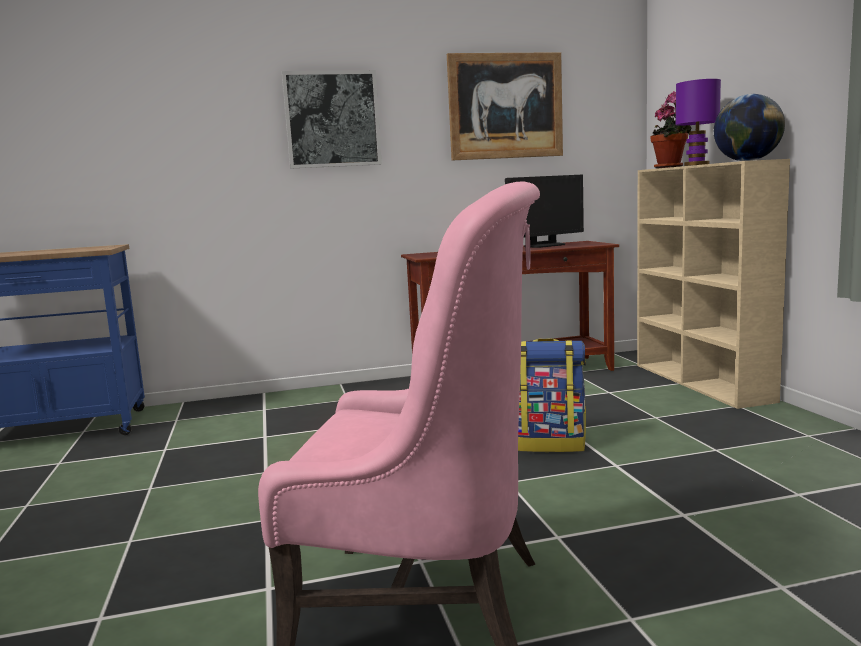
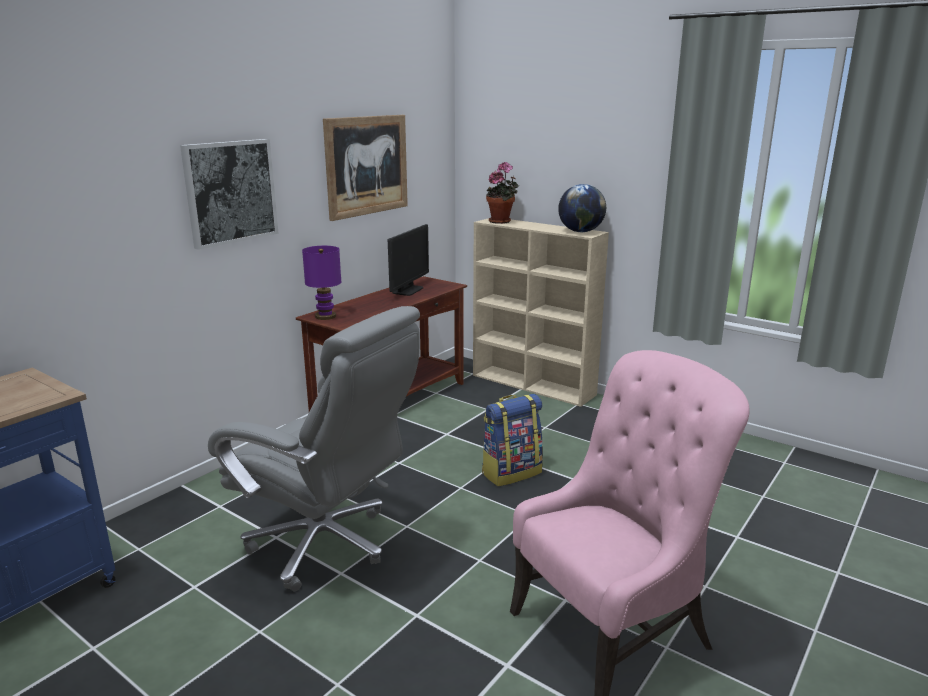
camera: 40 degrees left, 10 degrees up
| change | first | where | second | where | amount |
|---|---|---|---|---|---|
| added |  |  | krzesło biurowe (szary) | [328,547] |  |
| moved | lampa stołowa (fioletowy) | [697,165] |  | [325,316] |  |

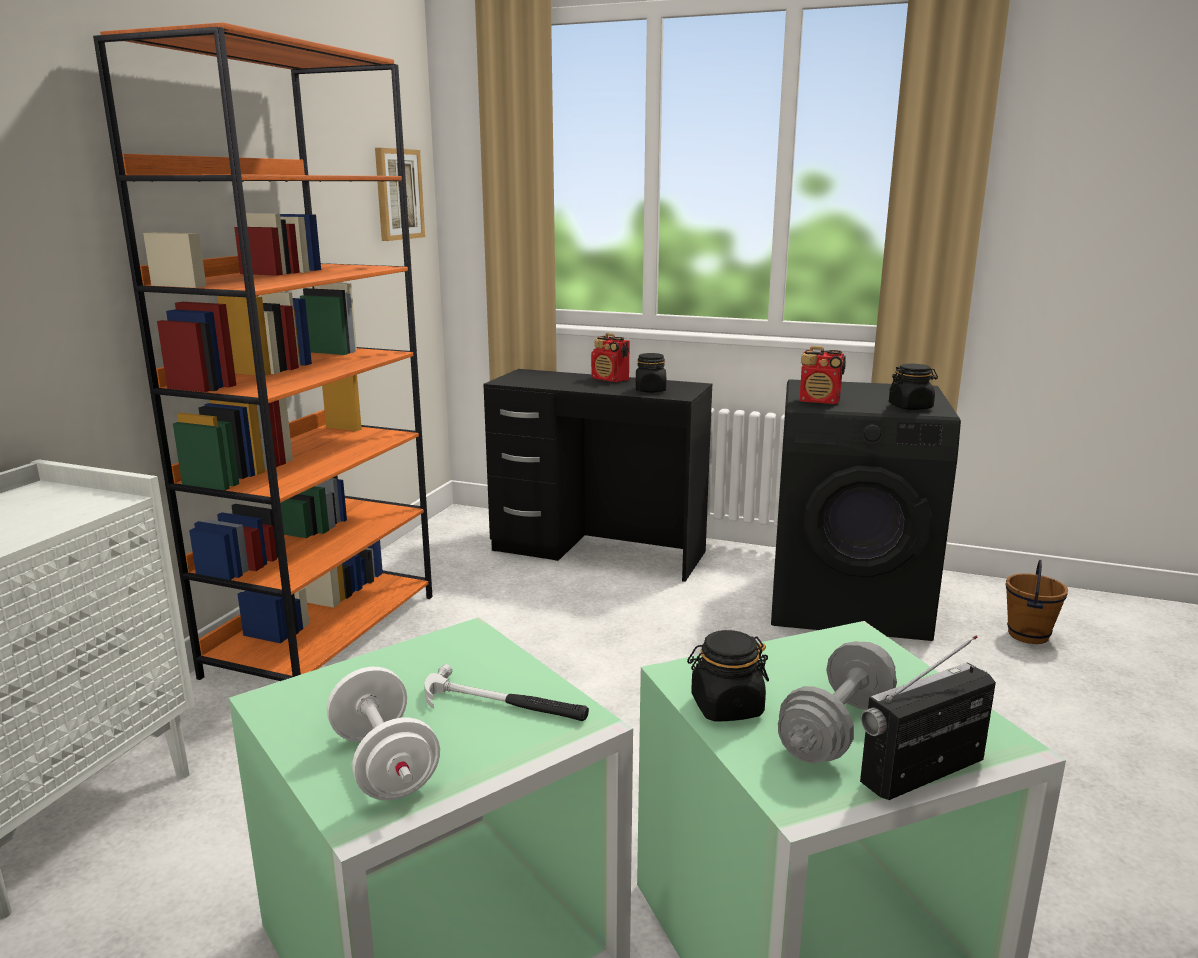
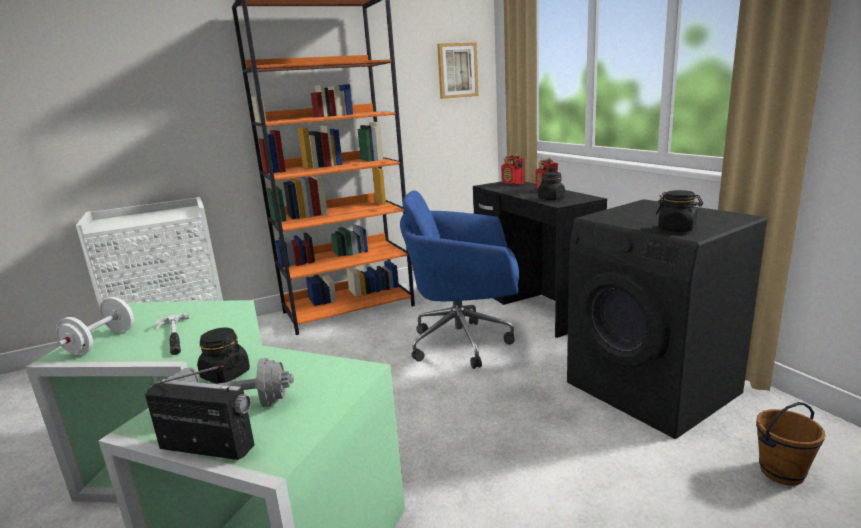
camera: 45 degrees right, 0 degrees up
| change | first | where | second | where | amount |
|---|---|---|---|---|---|
| added |  |  | krzesło biurowe (niebieski) | [465,344] |  |
| moved | radio | [819,401] |  | [513,183] |  |

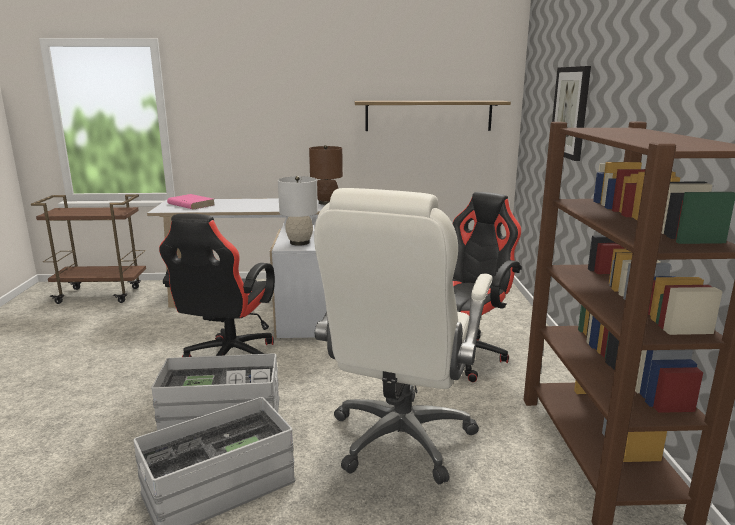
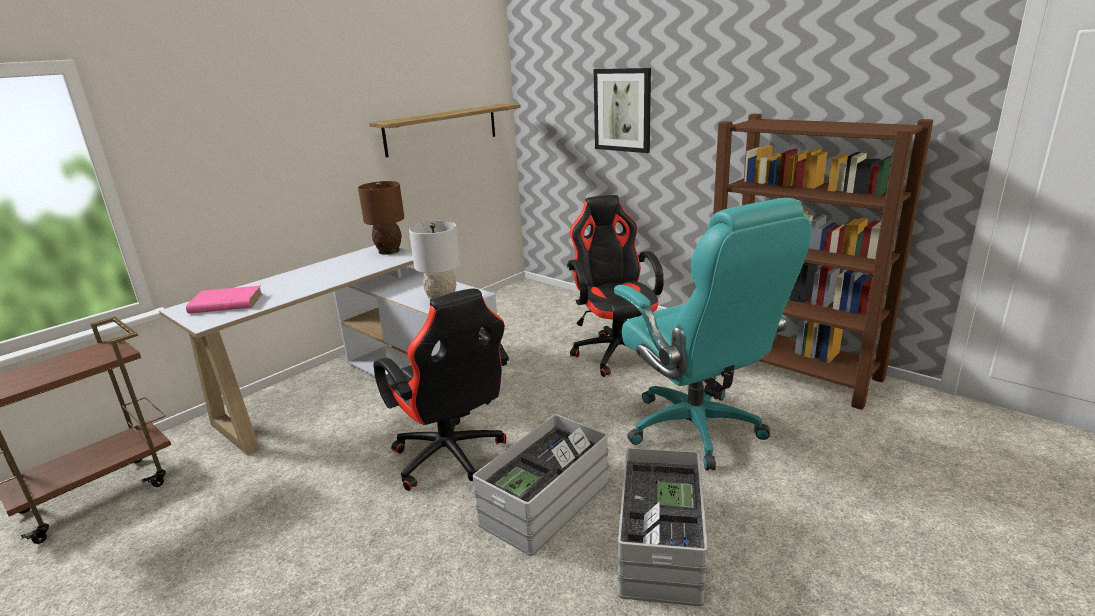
camera: 45 degrees left, 5 degrees up
| change | first | where | second | where | amount |
|---|---|---|---|---|---|
| recoloured | krzesło biurowe (biały) | [400,440] | krzesło biurowe (turkusowy) | [696,430] |  |

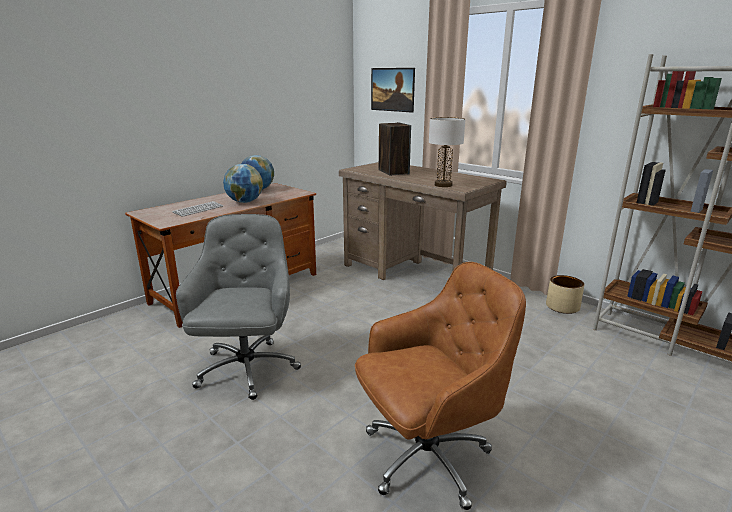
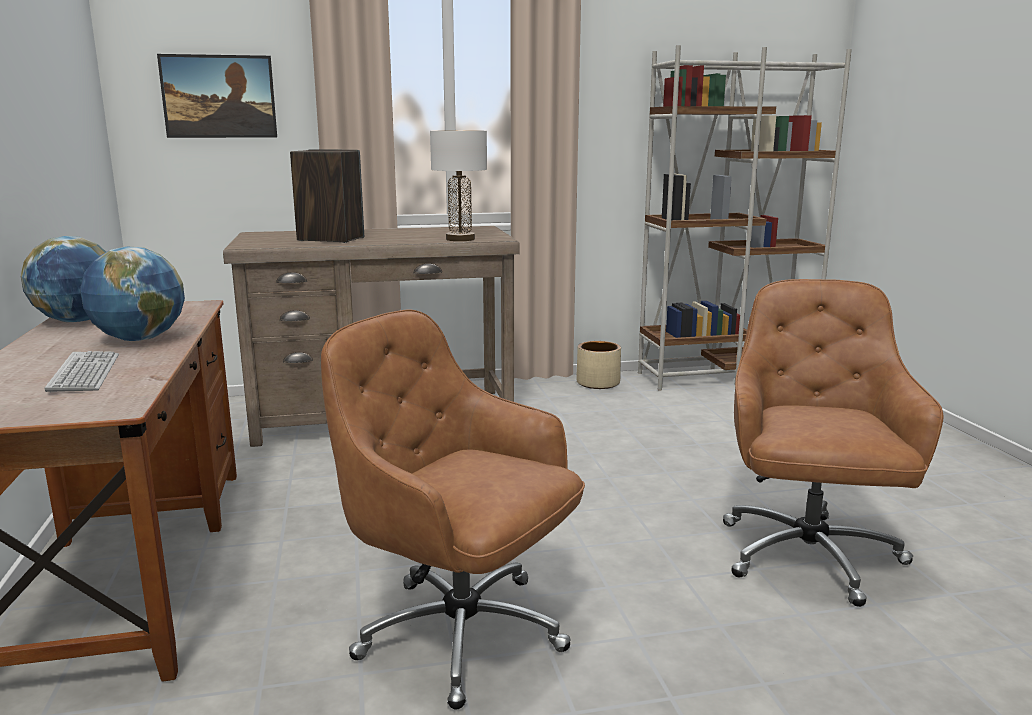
camera: 55 degrees left, 5 degrees down
| change | first | where | second | where | amount |
|---|---|---|---|---|---|
| recoloured | krzesło biurowe (szary) | [248,369] | krzesło biurowe (brązowy) | [462,631] |  |

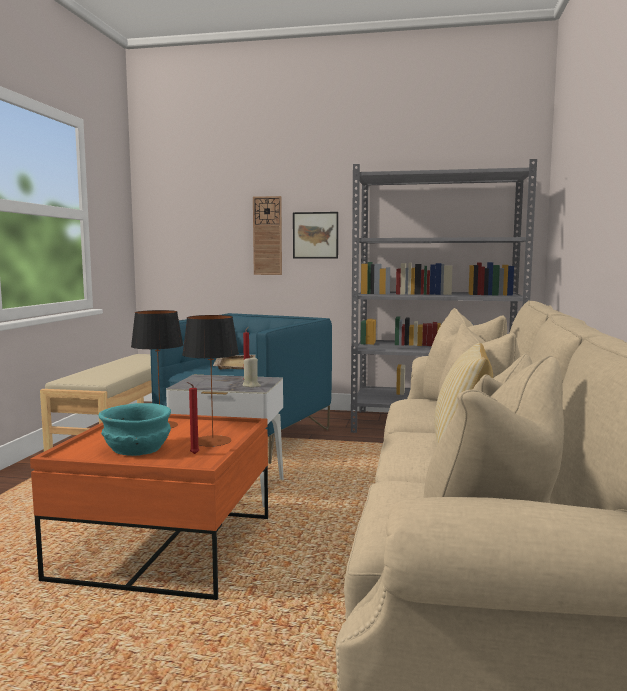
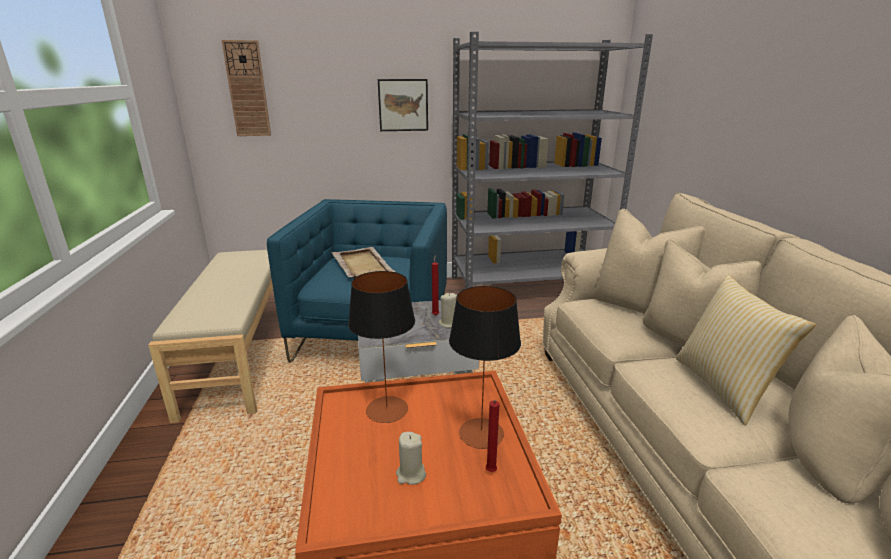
camera: 20 degrees left, 15 degrees up
| change | first | where | second | where | amount |
|---|---|---|---|---|---|
| moved | zegar ścienny | [267,236] |  | [247,89] |  |
| replaced | miska (turkusowy) | [138,448] | świeca (beżowy) | [411,474] |  |

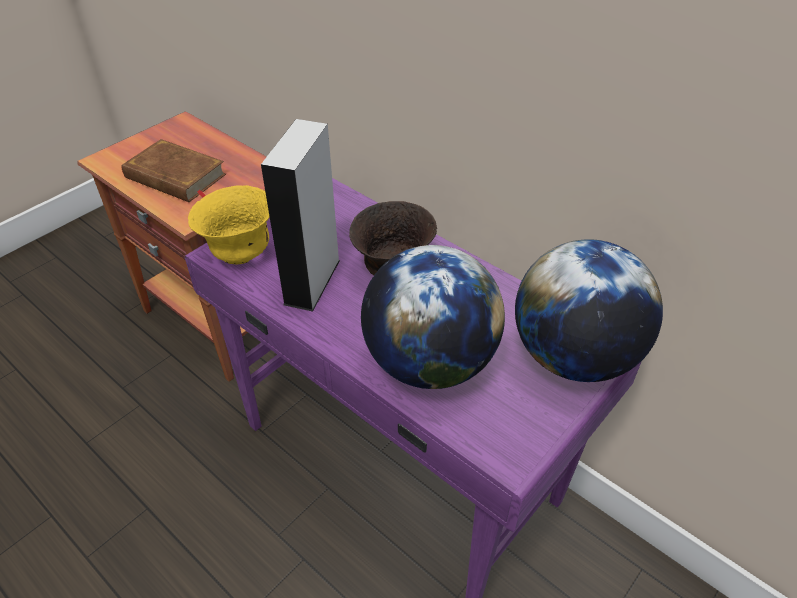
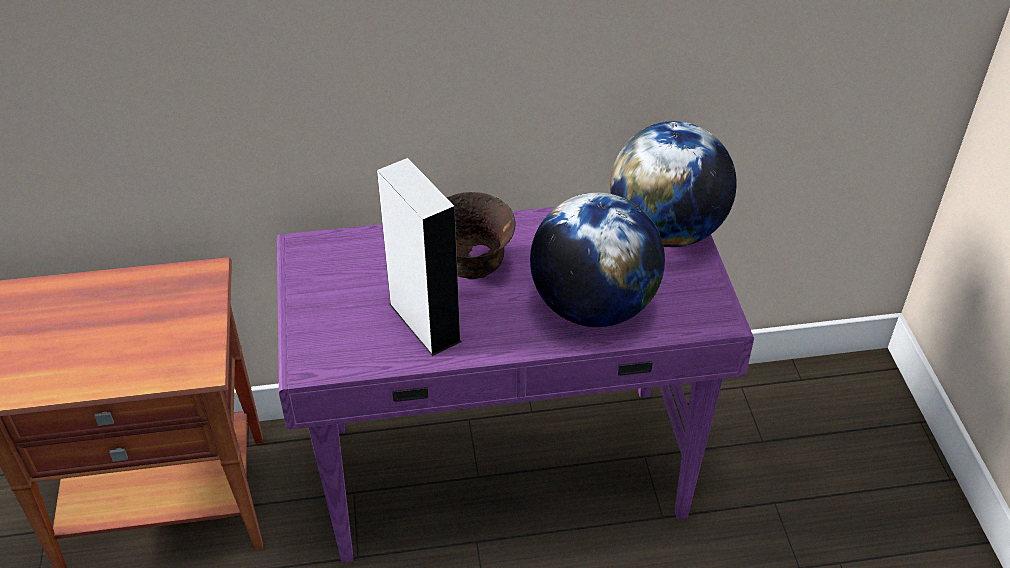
camera: 50 degrees left, 0 degrees up
| change | first | where | second | where | amount |
|---|---|---|---|---|---|
| removed | książka (brązowy) | [175,177] |  |  |  |
| removed | miska (żółty) | [240,254] |  |  |  |

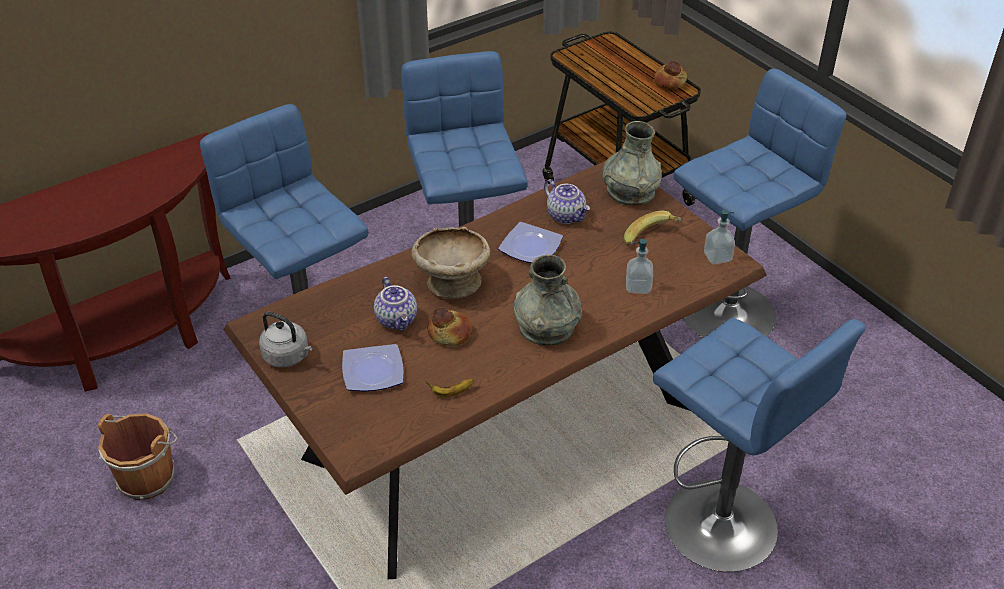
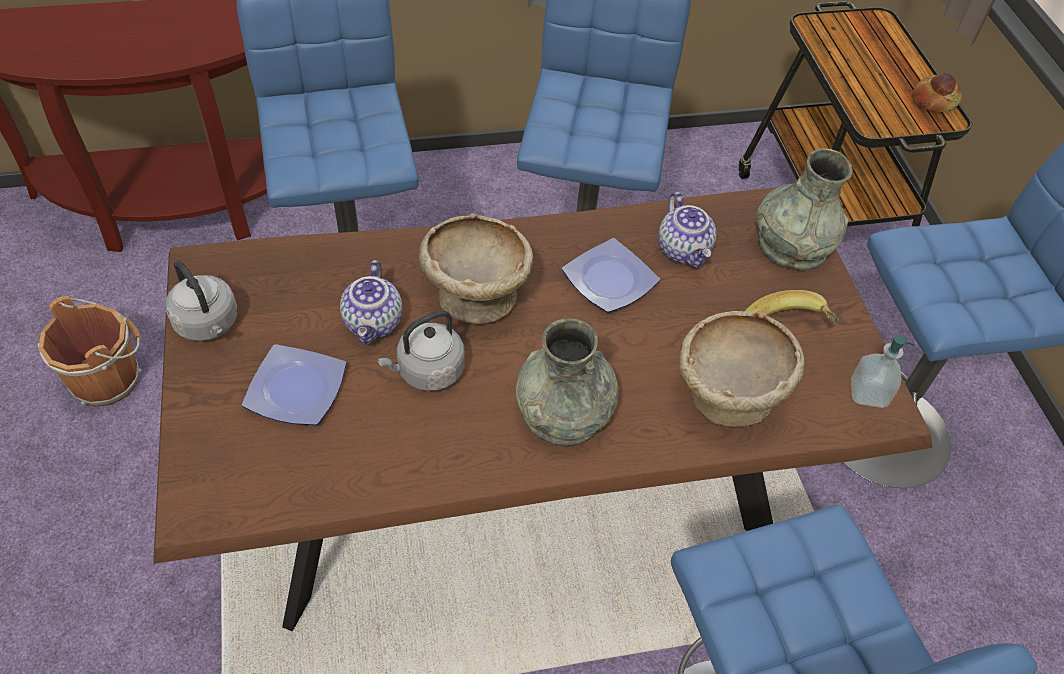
camera: 20 degrees right, 10 degrees up
| change | first | where | second | where | amount |
|---|---|---|---|---|---|
| removed | banan | [451,393] |  |  |  |
| replaced | chleb | [449,334] | czajnik (szary) | [427,371] |  |
| replaced | dozownik mydła | [638,287] | miska (beżowy) | [726,397] |  |

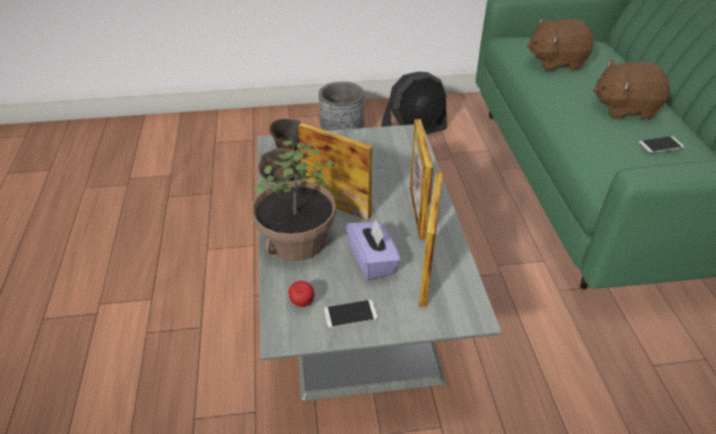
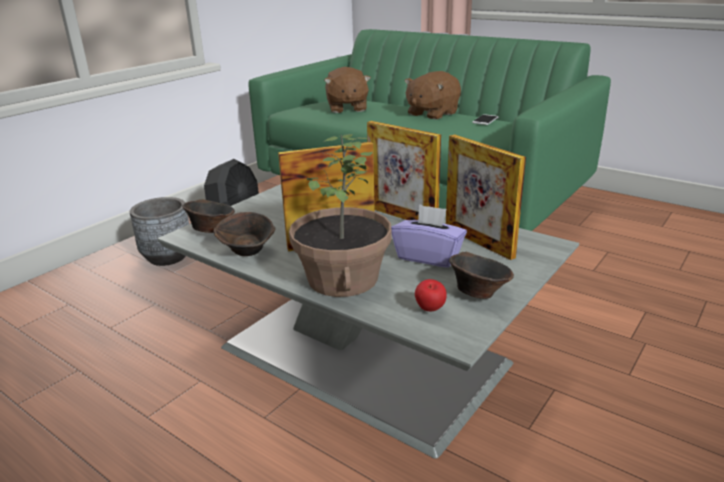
camera: 45 degrees left, 15 degrees down
| change | first | where | second | where | amount |
|---|---|---|---|---|---|
| replaced | telefon | [350,314] | miska (brązowy) | [478,292] |  |
| turned | pluszak (brązowy) | [556,62] |  | [346,108] | 45 degrees counterclockwise |

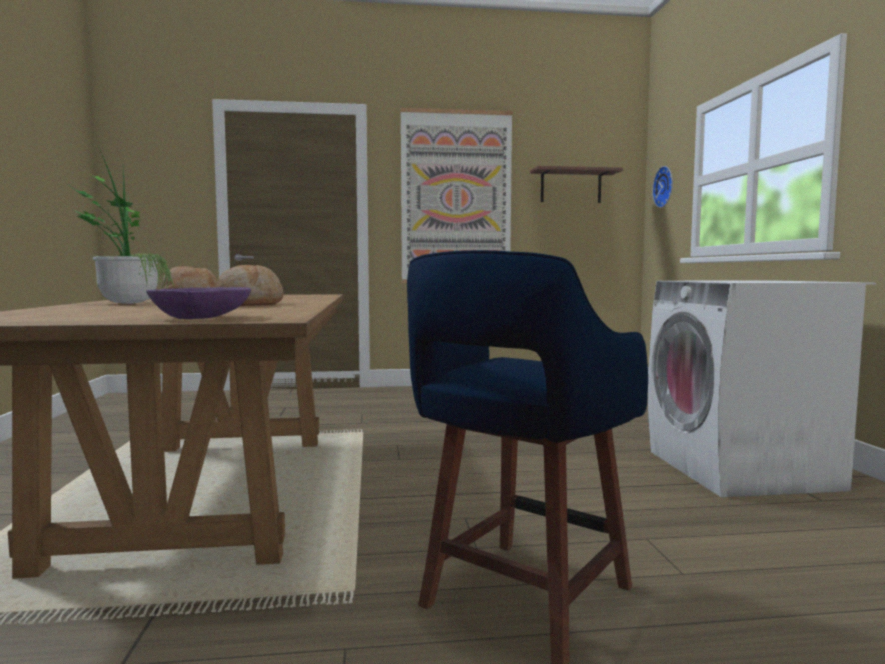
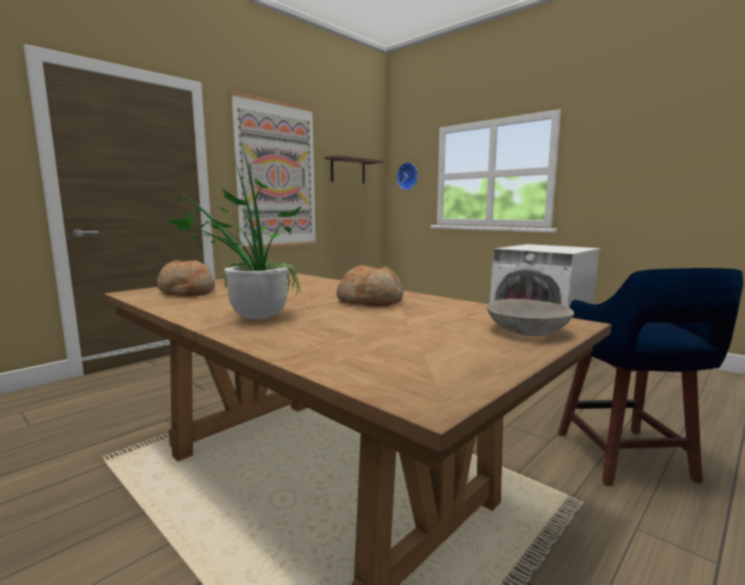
camera: 40 degrees left, 5 degrees up
| change | first | where | second | where | amount |
|---|---|---|---|---|---|
| recoloured | miska (fioletowy) | [201,318] | miska (szary) | [525,331] |  |

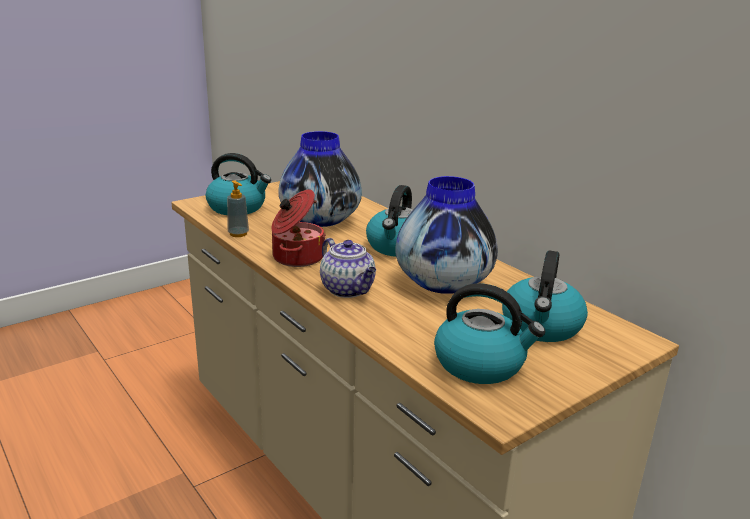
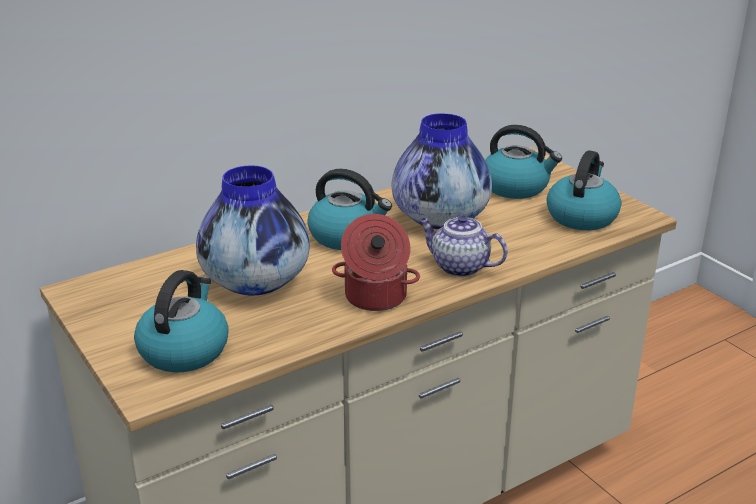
camera: 85 degrees left, 5 degrees up
| change | first | where | second | where | amount |
|---|---|---|---|---|---|
| removed | dozownik mydła | [238,234] |  |  |  |
| turned | imbryk | [348,290] |  | [459,267] | 120 degrees counterclockwise |

